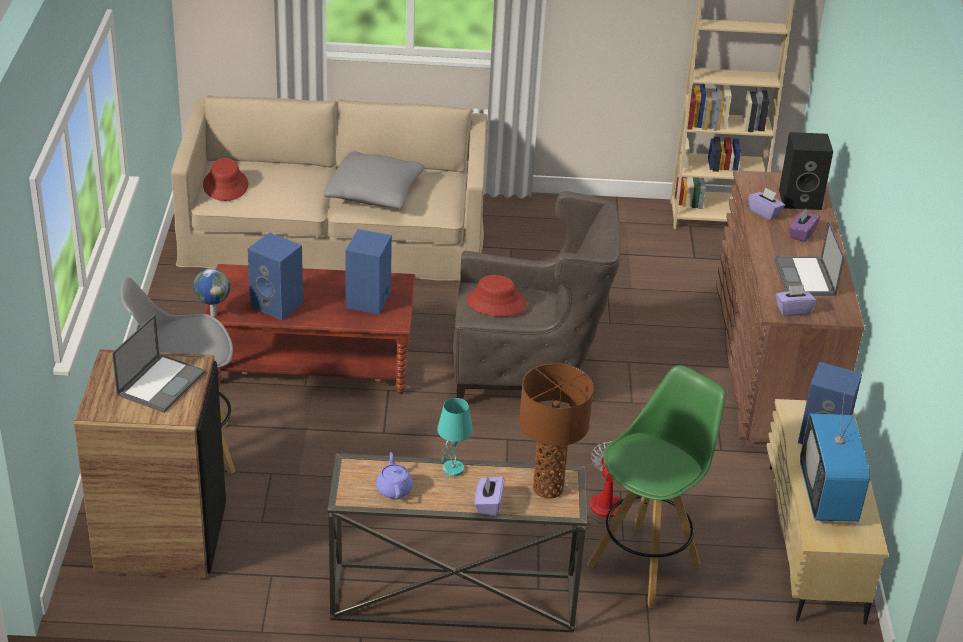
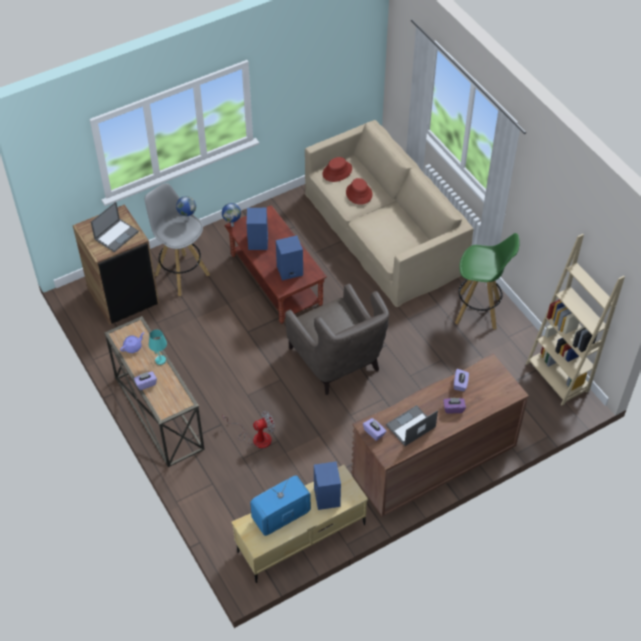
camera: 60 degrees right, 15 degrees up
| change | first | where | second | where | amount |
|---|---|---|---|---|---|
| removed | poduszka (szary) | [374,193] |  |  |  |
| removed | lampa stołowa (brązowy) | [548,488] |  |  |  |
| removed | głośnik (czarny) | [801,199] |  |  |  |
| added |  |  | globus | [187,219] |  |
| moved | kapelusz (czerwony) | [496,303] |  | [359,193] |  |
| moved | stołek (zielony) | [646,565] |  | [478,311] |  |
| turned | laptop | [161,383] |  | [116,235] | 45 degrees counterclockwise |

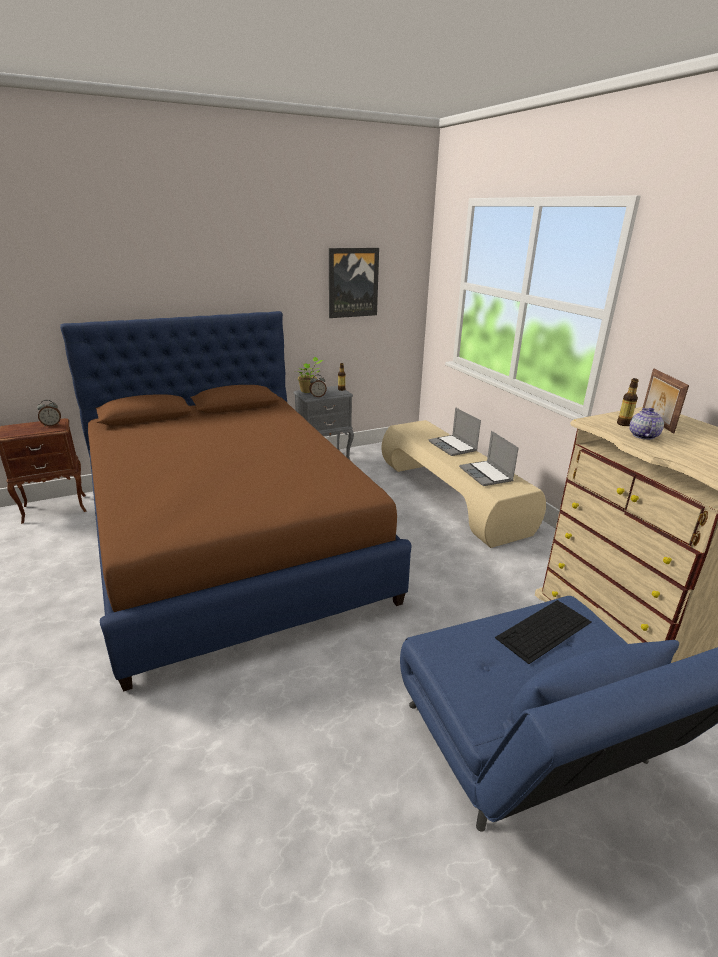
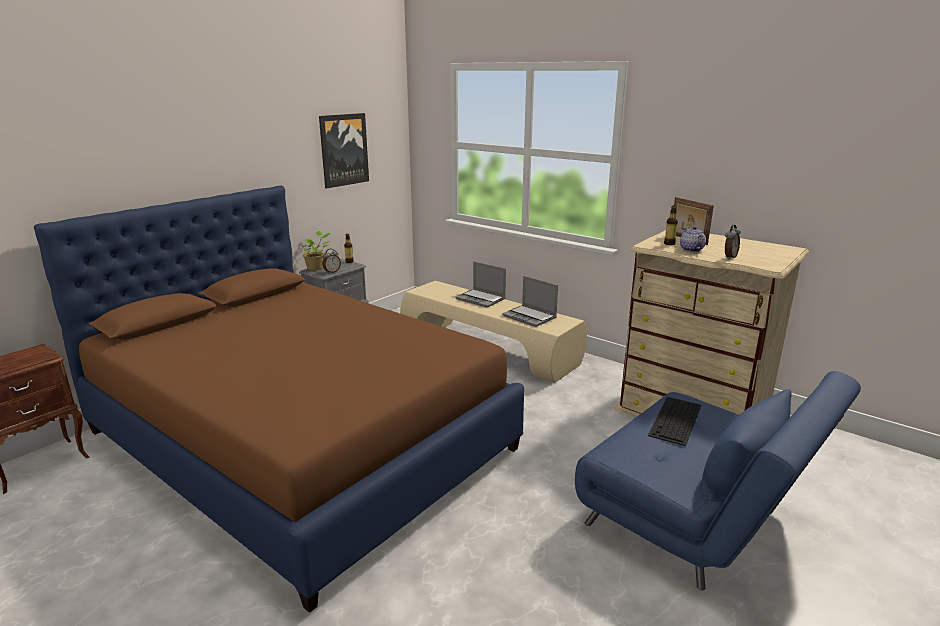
camera: 25 degrees left, 5 degrees down
| change | first | where | second | where | amount |
|---|---|---|---|---|---|
| moved | budzik | [52,425] |  | [729,257] |  |

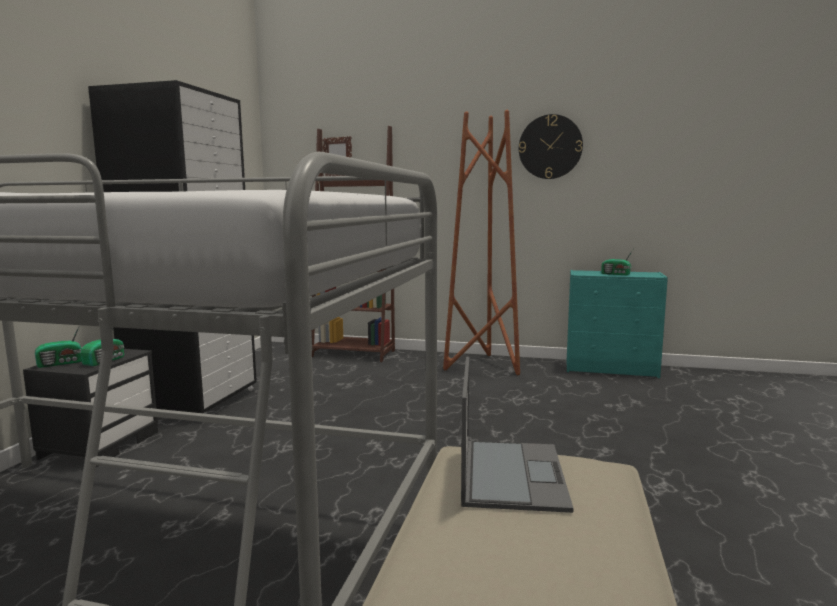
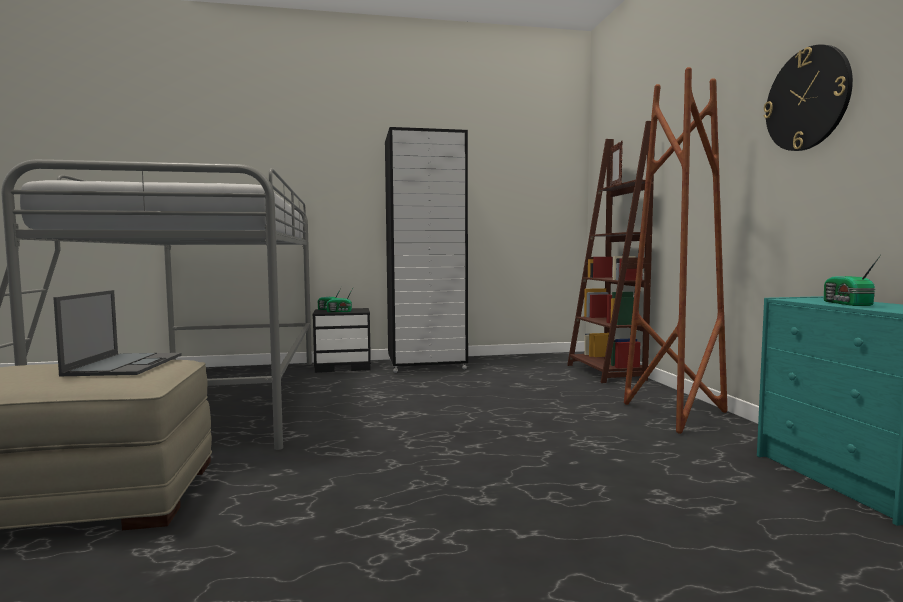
camera: 65 degrees right, 5 degrees down
| change | first | where | second | where | amount |
|---|---|---|---|---|---|
| turned | laptop | [511,473] |  | [125,365] | 75 degrees counterclockwise |

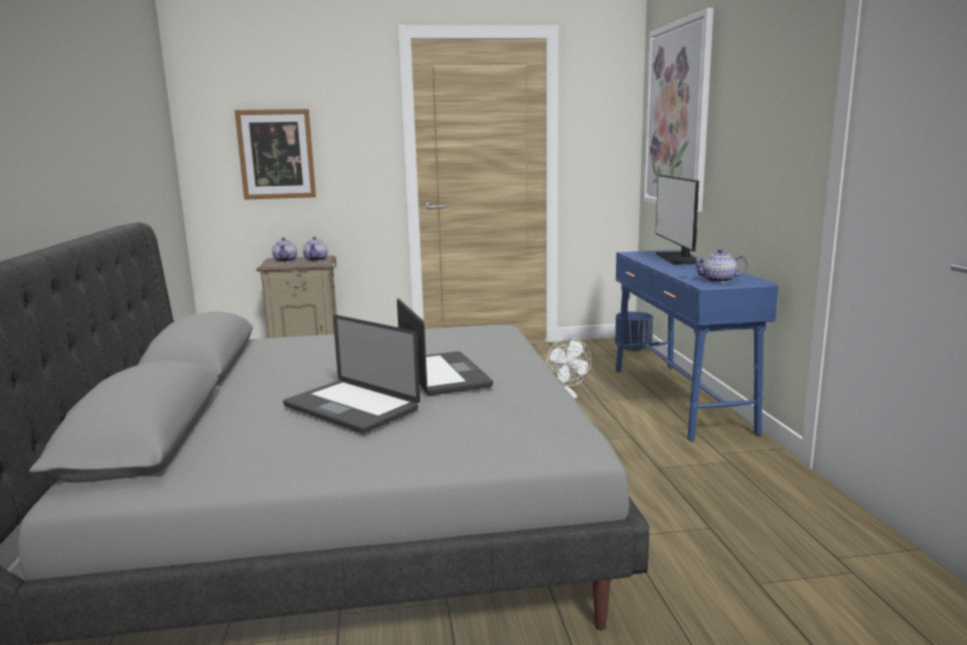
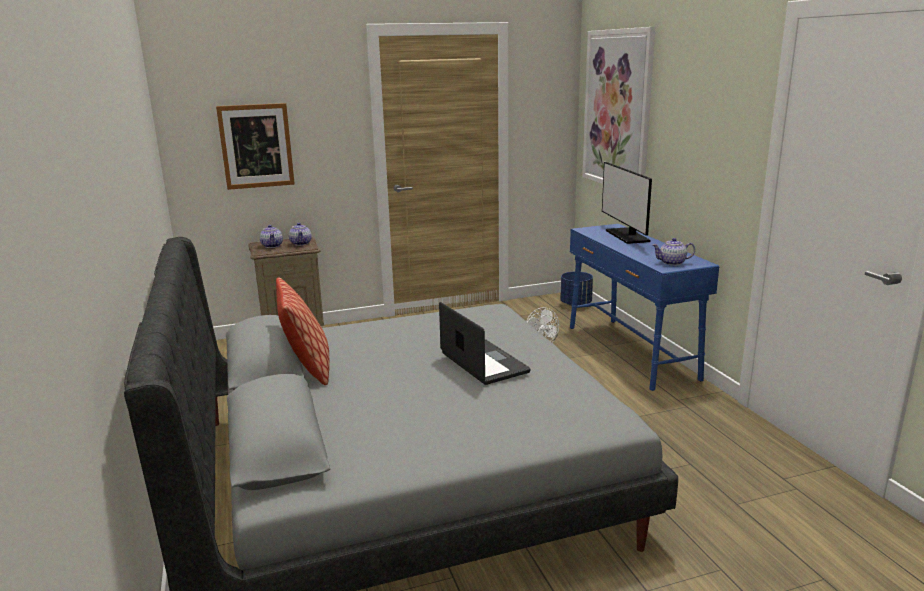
camera: 10 degrees left, 5 degrees up
| change | first | where | second | where | amount |
|---|---|---|---|---|---|
| removed | laptop | [351,408] |  |  |  |
| added |  |  | poduszka | [307,369] |  |

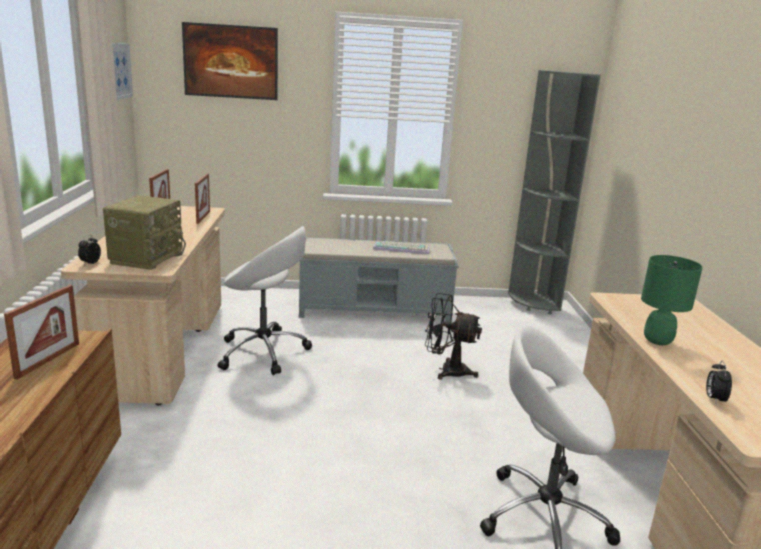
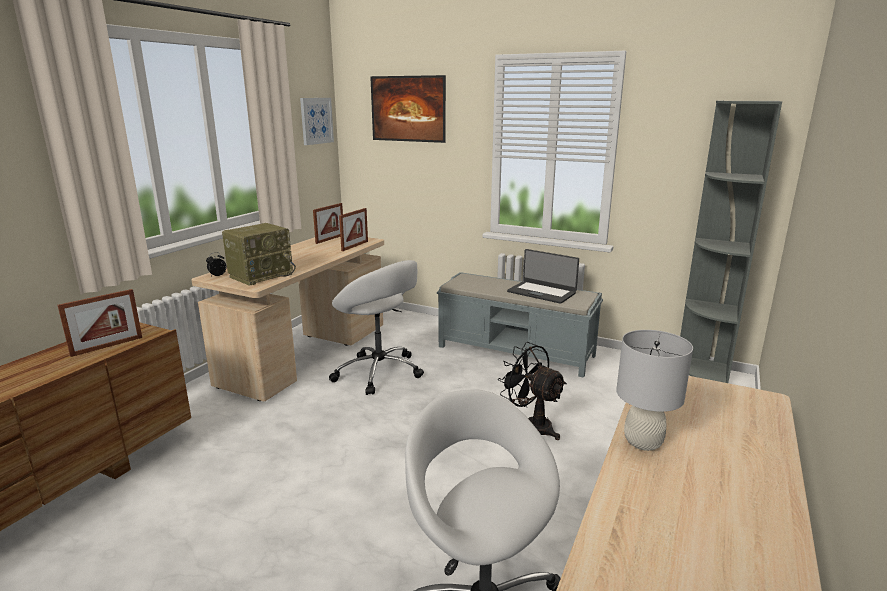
camera: 30 degrees right, 0 degrees up
| change | first | where | second | where | amount |
|---|---|---|---|---|---|
| removed | budzik | [714,399] |  |  |  |
| replaced | klawiatura | [402,248] | laptop | [542,292] |  |
| recoloured | lampa stołowa (zielony) | [656,341] | lampa stołowa (szary) | [641,443] |  |

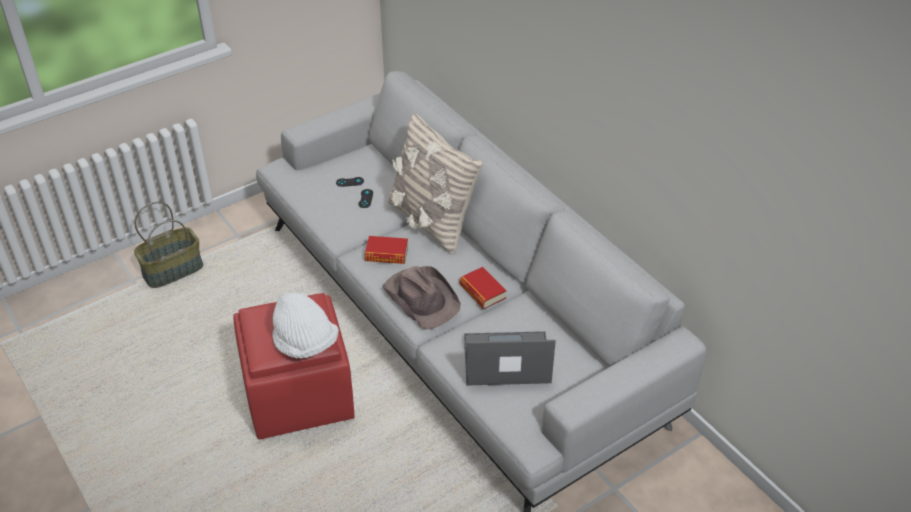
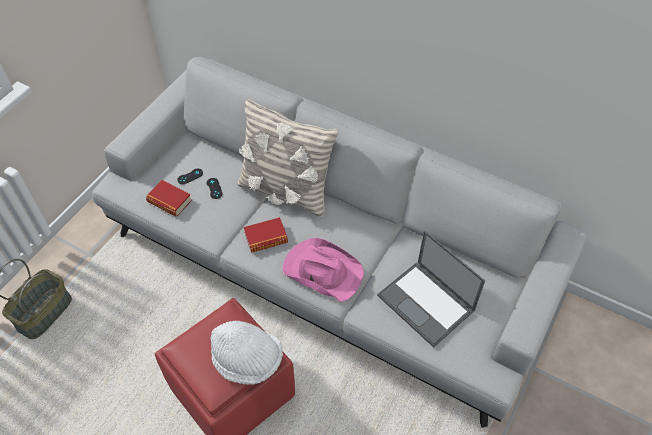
camera: 25 degrees left, 10 degrees up
| change | first | where | second | where | amount |
|---|---|---|---|---|---|
| moved | książka | [482,291] |  | [169,201] |  |
| recoloured | kapelusz (brązowy) | [421,298] | kapelusz (różowy) | [322,270] |  |
| turned | laptop | [505,360] |  | [427,303] | 105 degrees counterclockwise |

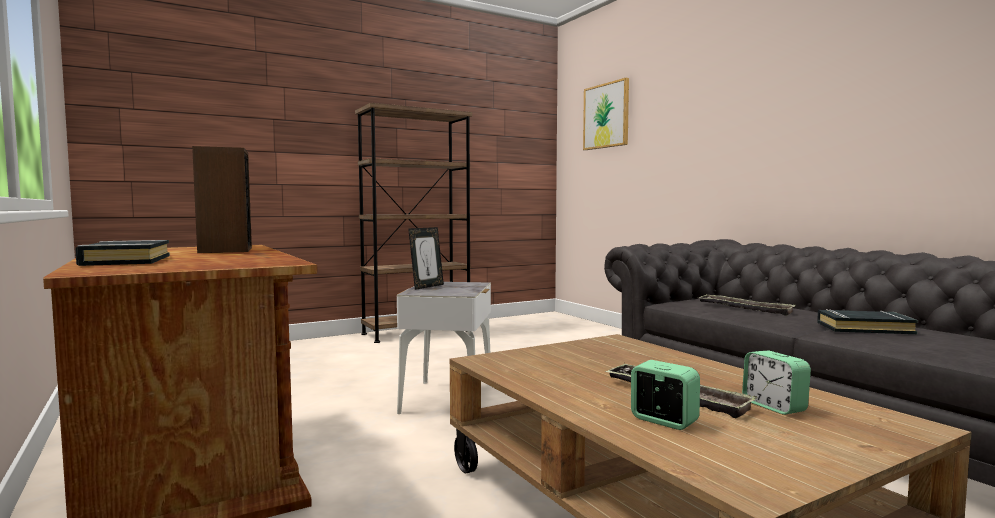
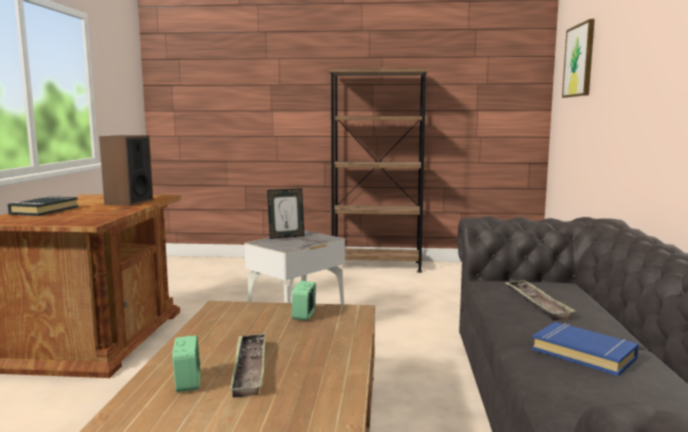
camera: 35 degrees right, 5 degrees up
| change | first | where | second | where | amount |
|---|---|---|---|---|---|
| moved | budzik | [774,406] |  | [304,315] |  |
| recoloured | książka (czarny) | [864,328] | książka (niebieski) | [584,354] |  |

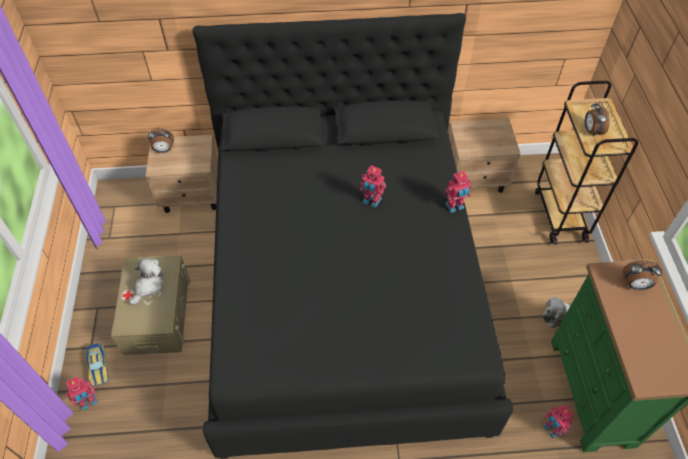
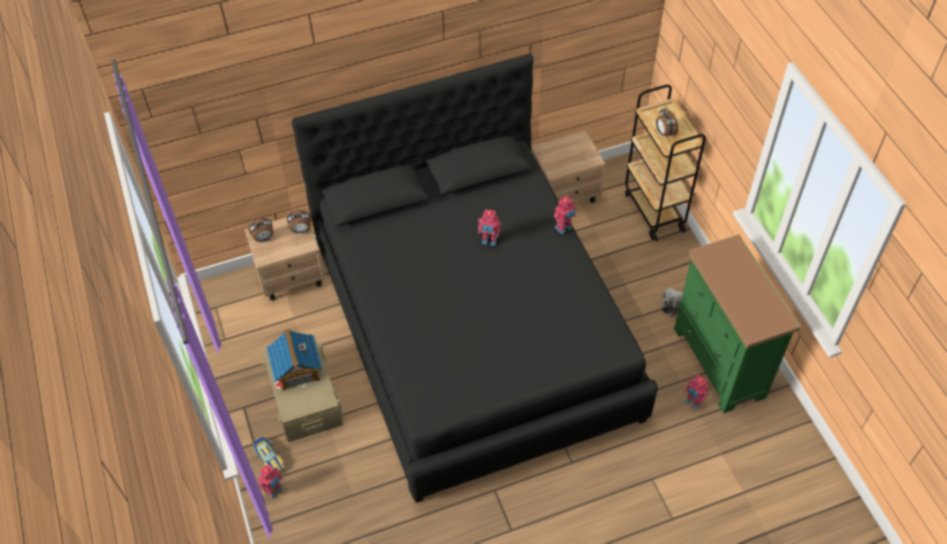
camera: 15 degrees left, 0 degrees up
| change | first | where | second | where | amount |
|---|---|---|---|---|---|
| moved | budzik | [635,285] |  | [301,230] |  |
| replaced | pluszak | [148,285] | domek | [297,370] |  |

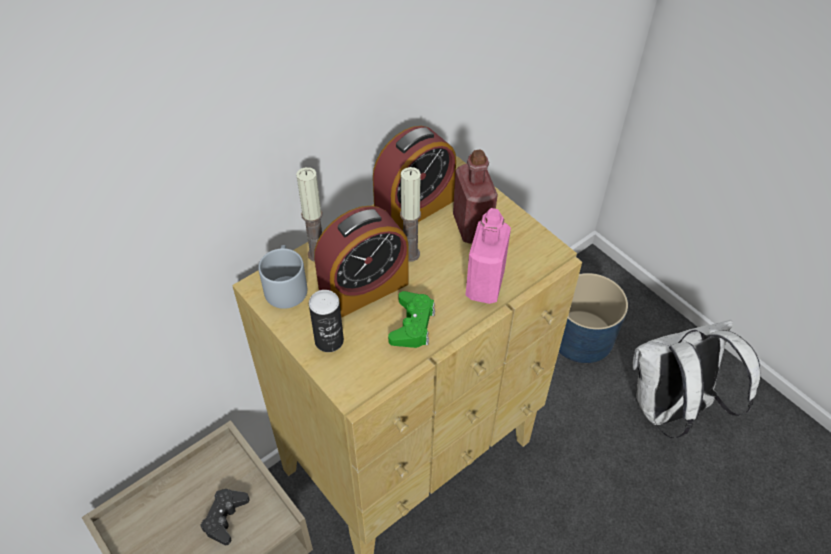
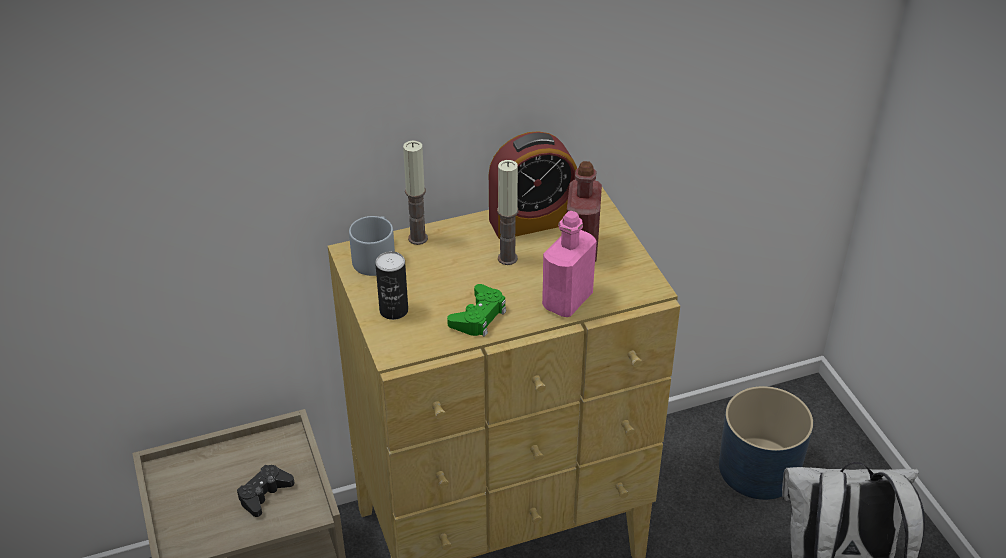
camera: 20 degrees right, 10 degrees down
| change | first | where | second | where | amount |
|---|---|---|---|---|---|
| removed | budzik | [364,289] |  |  |  |

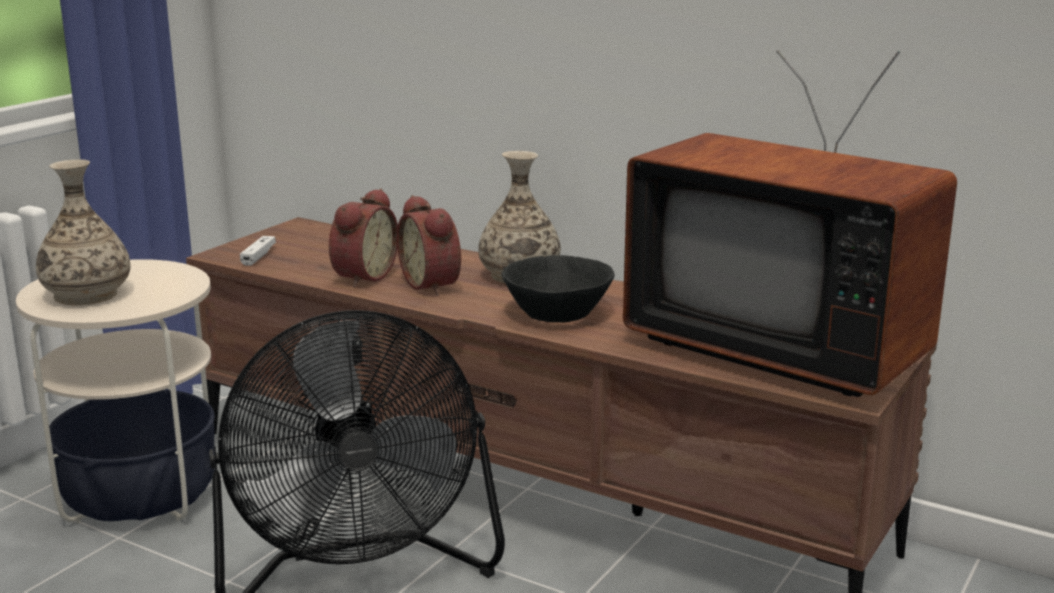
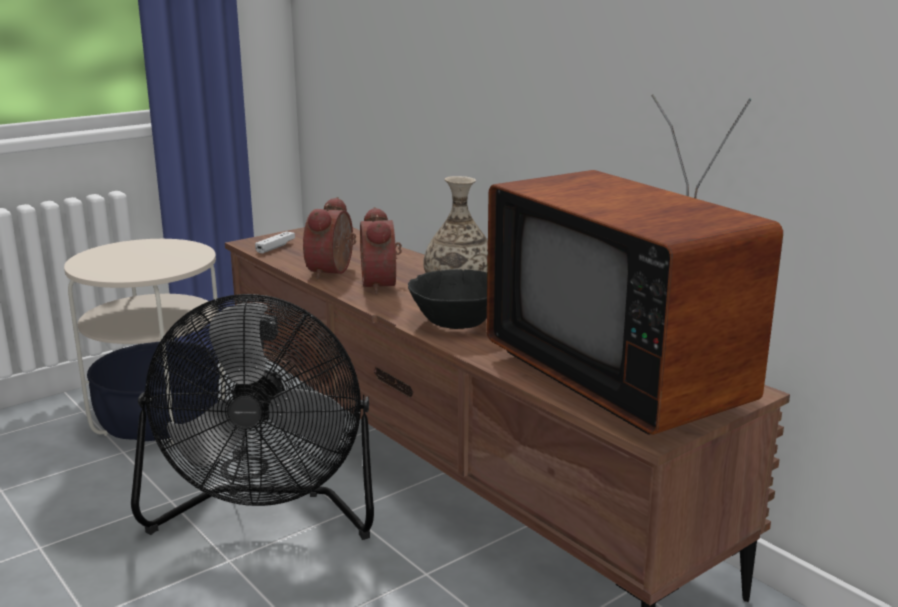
camera: 20 degrees right, 0 degrees up
| change | first | where | second | where | amount |
|---|---|---|---|---|---|
| removed | wazon | [86,294] |  |  |  |
| turned | budzik | [361,277] |  | [334,271] | 150 degrees clockwise |

